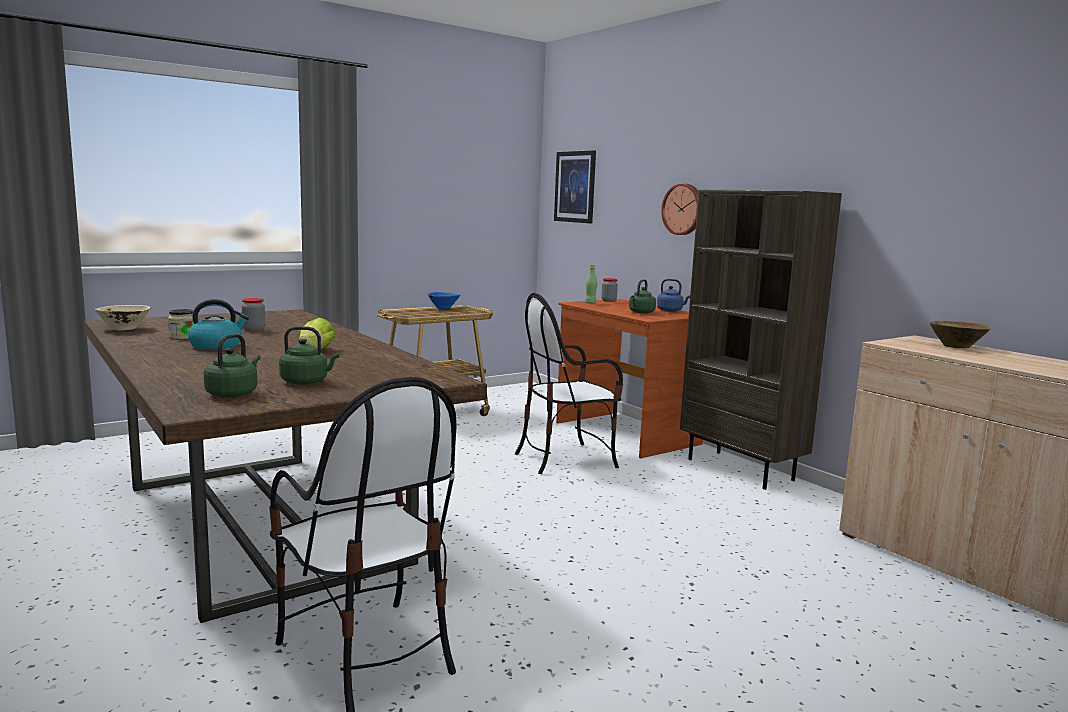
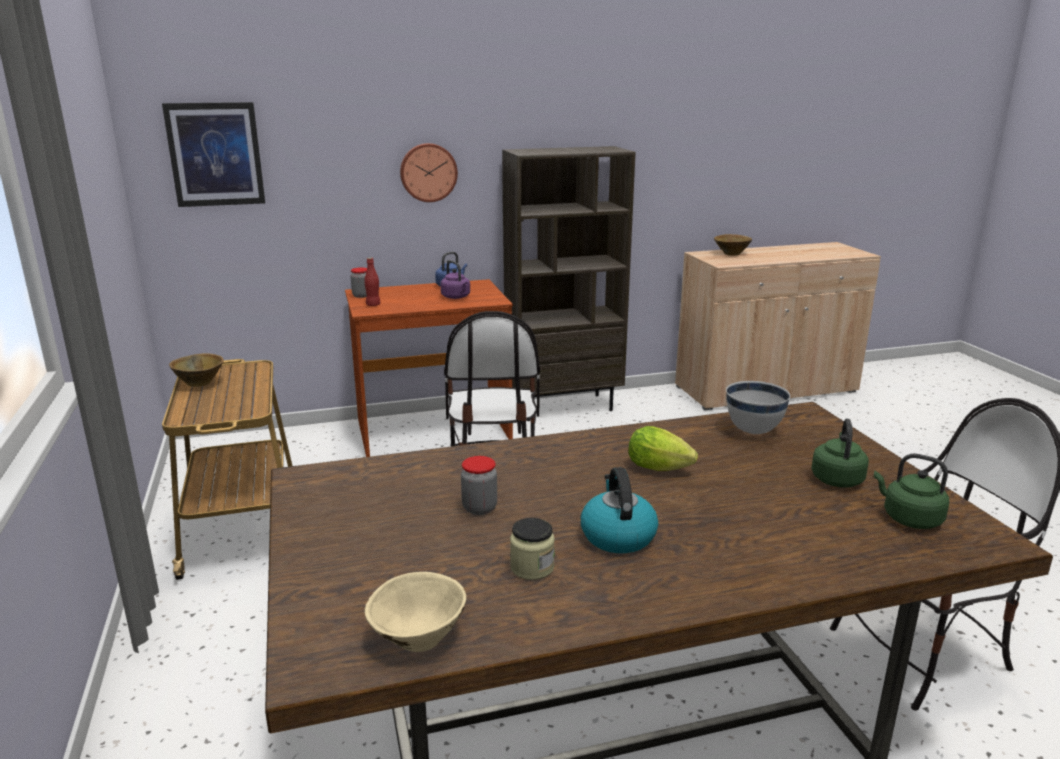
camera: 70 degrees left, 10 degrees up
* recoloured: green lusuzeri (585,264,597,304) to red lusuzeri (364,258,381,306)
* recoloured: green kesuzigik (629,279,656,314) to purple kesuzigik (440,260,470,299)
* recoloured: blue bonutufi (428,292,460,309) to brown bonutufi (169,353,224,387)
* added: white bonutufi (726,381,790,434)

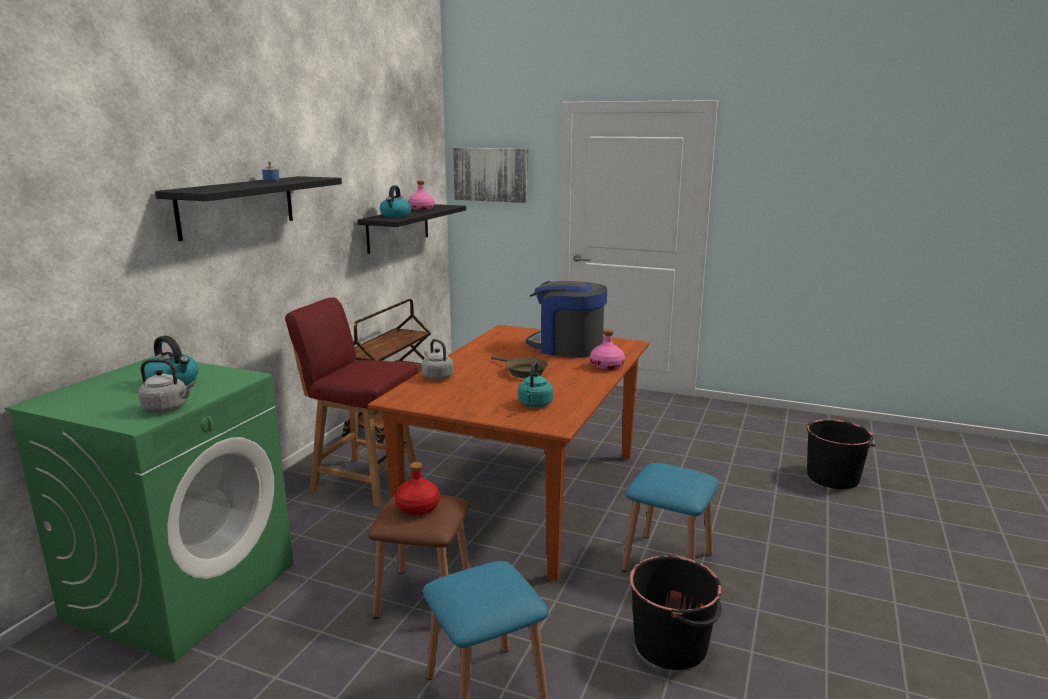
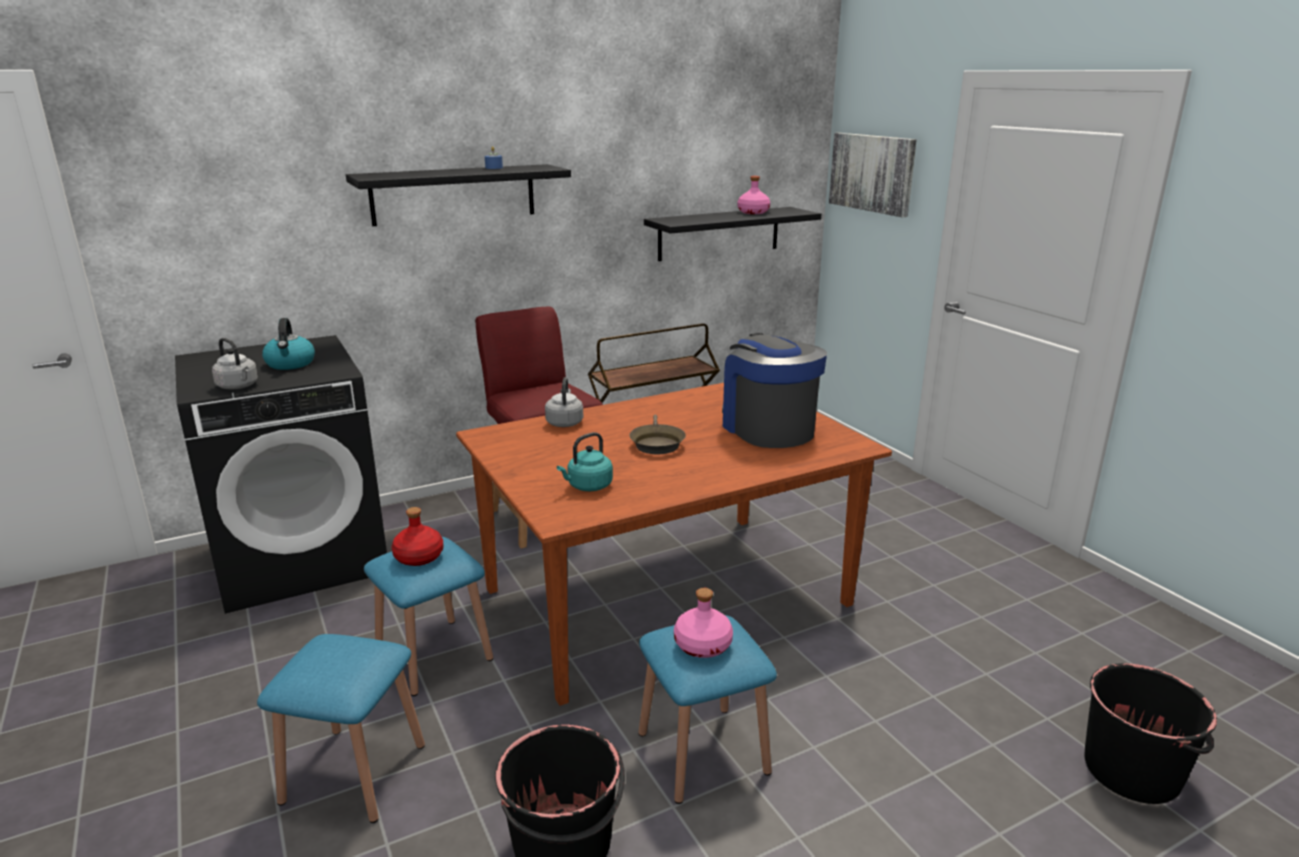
camera: 40 degrees right, 5 degrees up
* removed: kesuzigik (380,185,411,217)
* moved: pink lusuzeri (590,329,625,370) to (674,588,733,658)
* recoloured: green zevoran (5,356,293,662) to black zevoran (175,335,387,614)
* recoloured: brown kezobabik (368,495,470,618) to blue kezobabik (364,537,493,696)

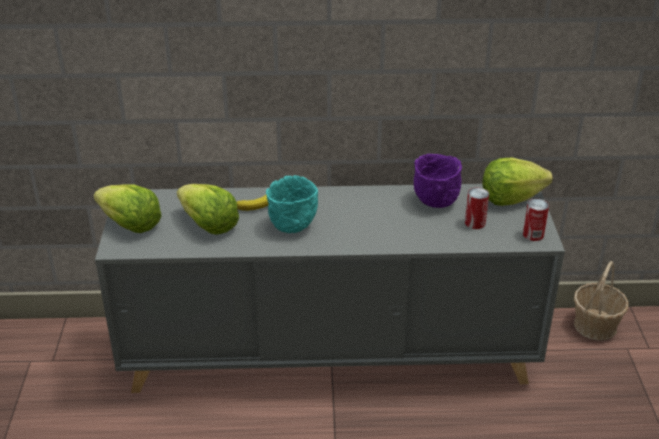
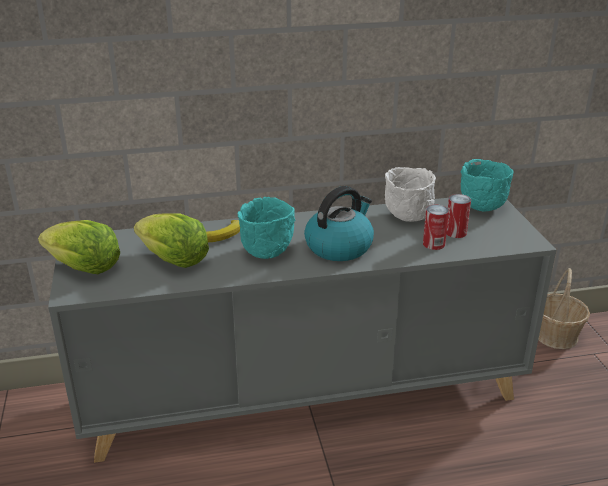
camera: 10 degrees left, 5 degrees down
* recoloured: purple bonutufi (414,154,462,208) to white bonutufi (385,167,436,222)
* replaced: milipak (482,158,553,206) to turquoise bonutufi (460,159,514,212)
* moved: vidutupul (523,199,549,241) to (423,205,449,250)
* added: kesuzigik (304,186,374,261)

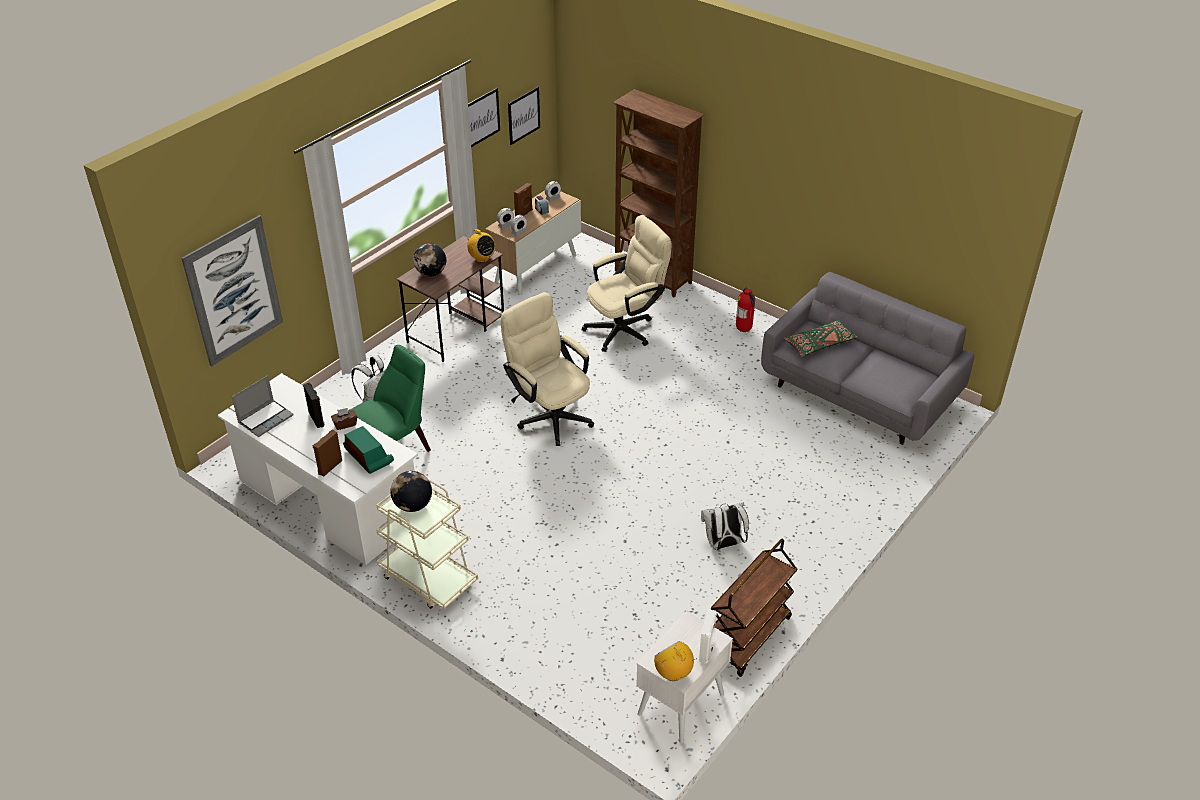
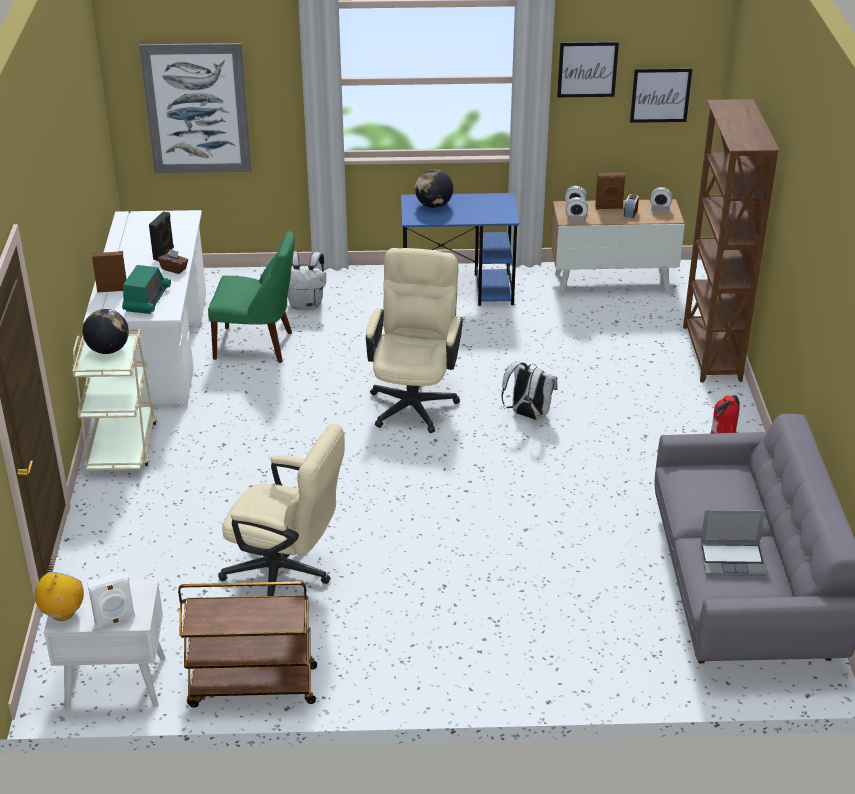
camera: 50 degrees right, 5 degrees down
* moved: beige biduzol (582,215,672,352) to (218,423,345,596)
* removed: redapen (467,229,495,263)
* recoloured: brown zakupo (397,236,504,362) to blue zakupo (401,193,519,306)
* removed: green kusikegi (783,320,858,357)
* moved: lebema (232,375,294,437) to (700,510,767,576)
* moved: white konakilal (701,502,749,551) to (501,361,558,420)

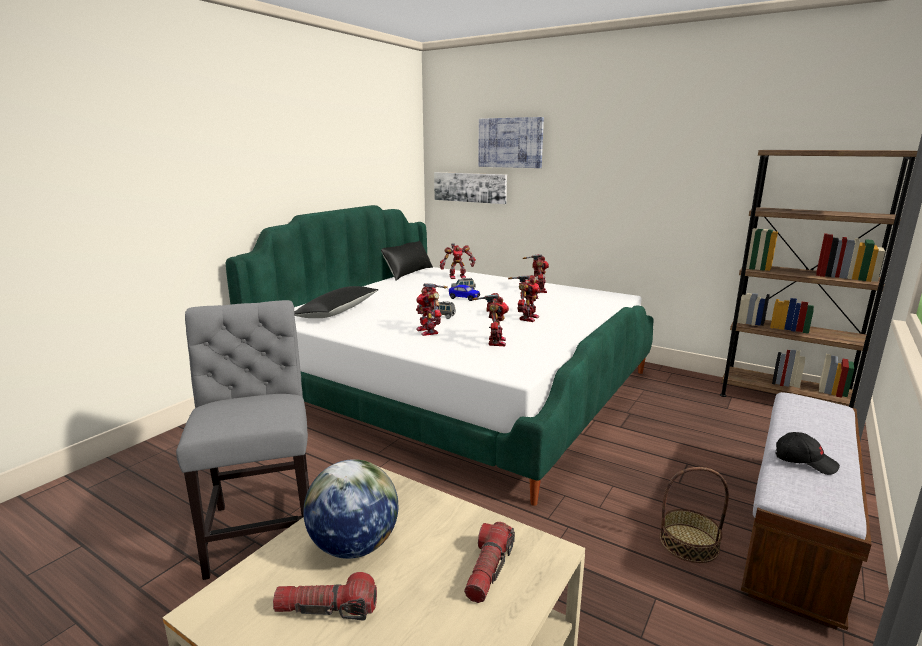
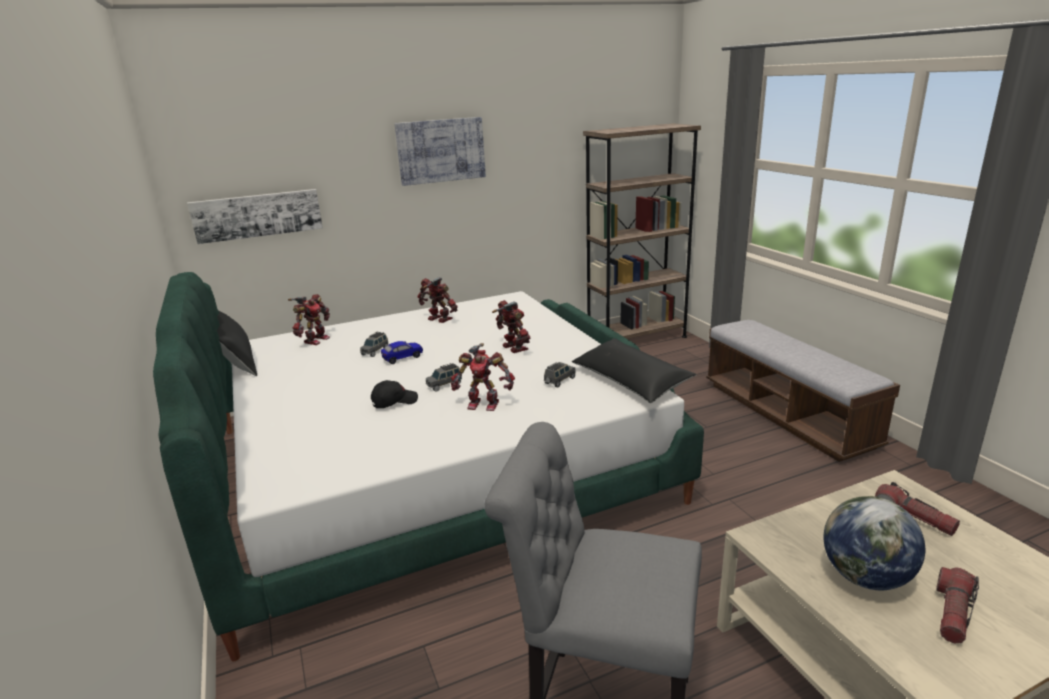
camera: 55 degrees left, 5 degrees up
* moved: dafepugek (478,117,544,168) to (395,117,486,186)
* moved: black kusikegi (294,286,378,318) to (572,338,697,403)
* replaced: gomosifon (472,293,509,346) to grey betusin (544,362,576,388)
* moved: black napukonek (775,432,840,475) to (371,380,418,408)
* removed: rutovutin (659,467,729,563)

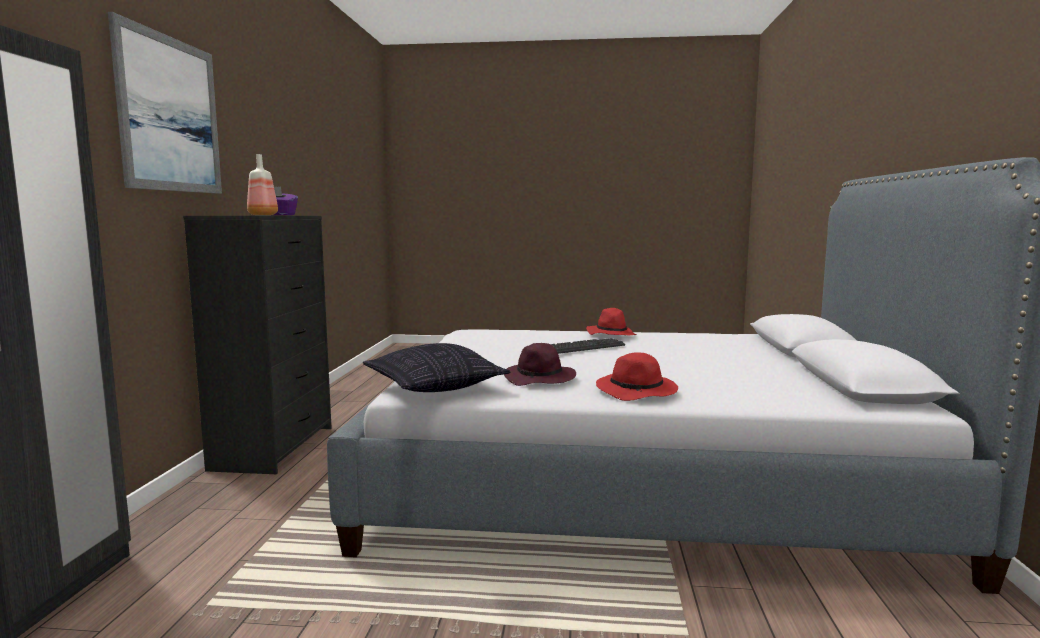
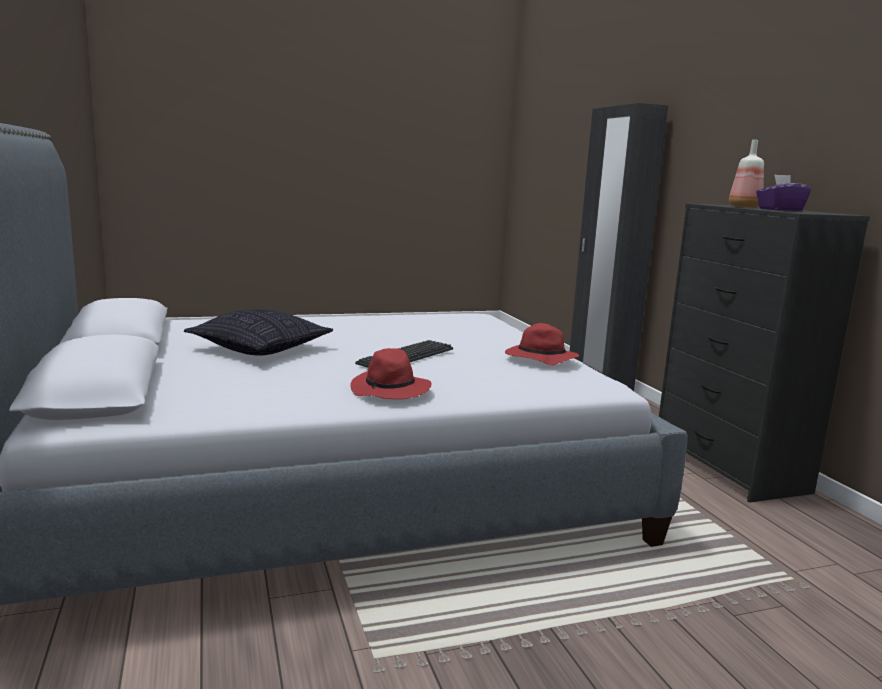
camera: 155 degrees right, 5 degrees up
* removed: dafepugek (108,12,222,194)
* moved: kusikegi (363,343,511,392) to (184,309,333,356)
* removed: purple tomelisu (504,343,576,386)
* moved: red tomelisu (596,352,678,401) to (505,323,579,365)

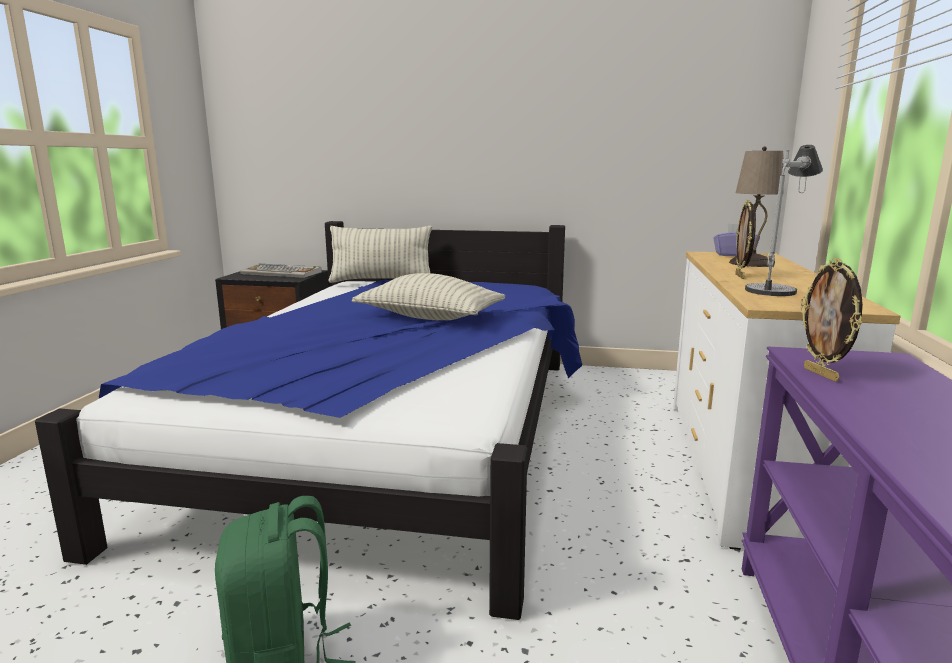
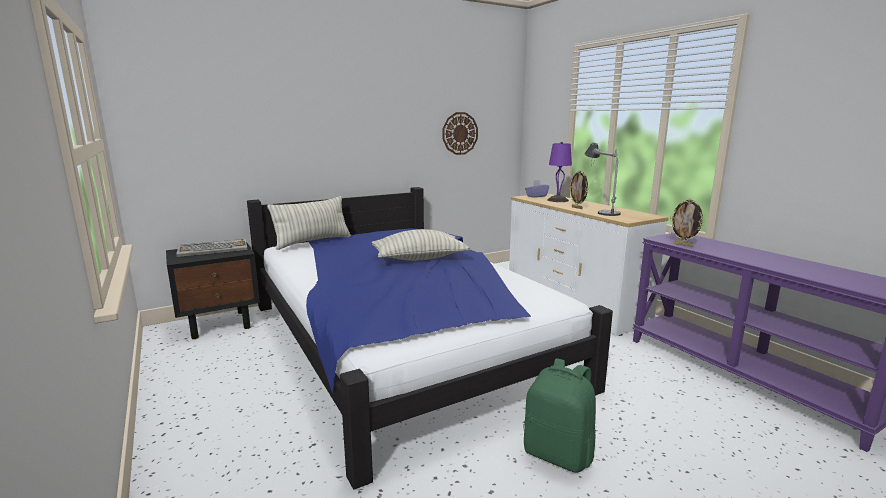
camera: 40 degrees left, 0 degrees up
* recoloured: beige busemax (729,146,784,267) to purple busemax (548,142,572,202)
* added: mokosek (443,112,478,155)

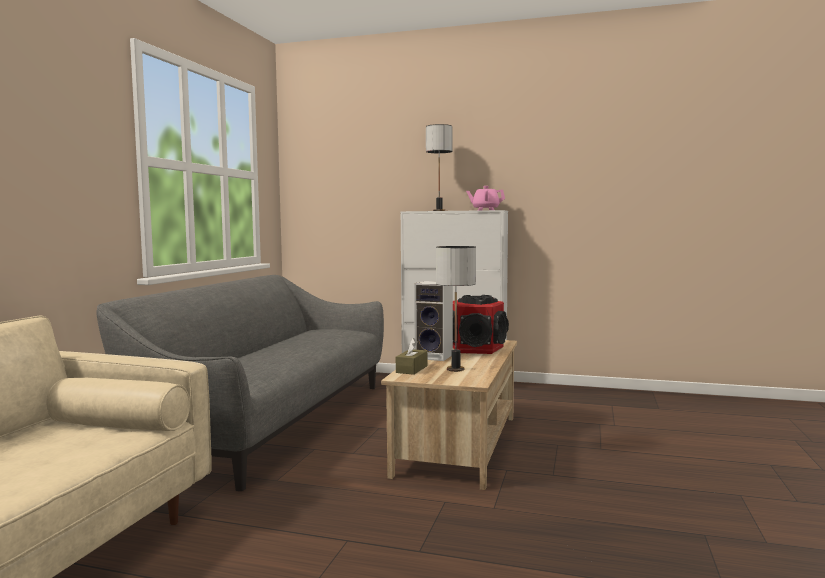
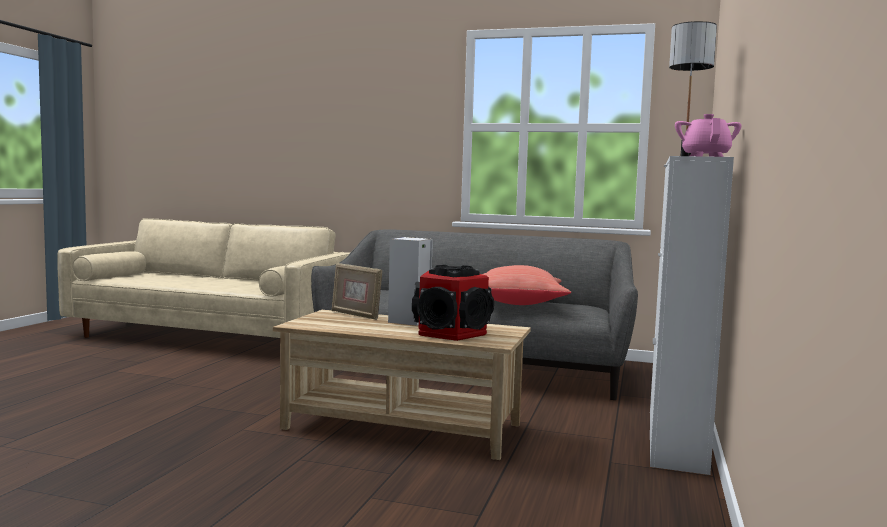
camera: 90 degrees right, 0 degrees up
* removed: busemax (436,246,476,372)
* replaced: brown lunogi (396,338,428,375) to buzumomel (332,263,382,320)
* added: red kusikegi (482,265,571,305)

